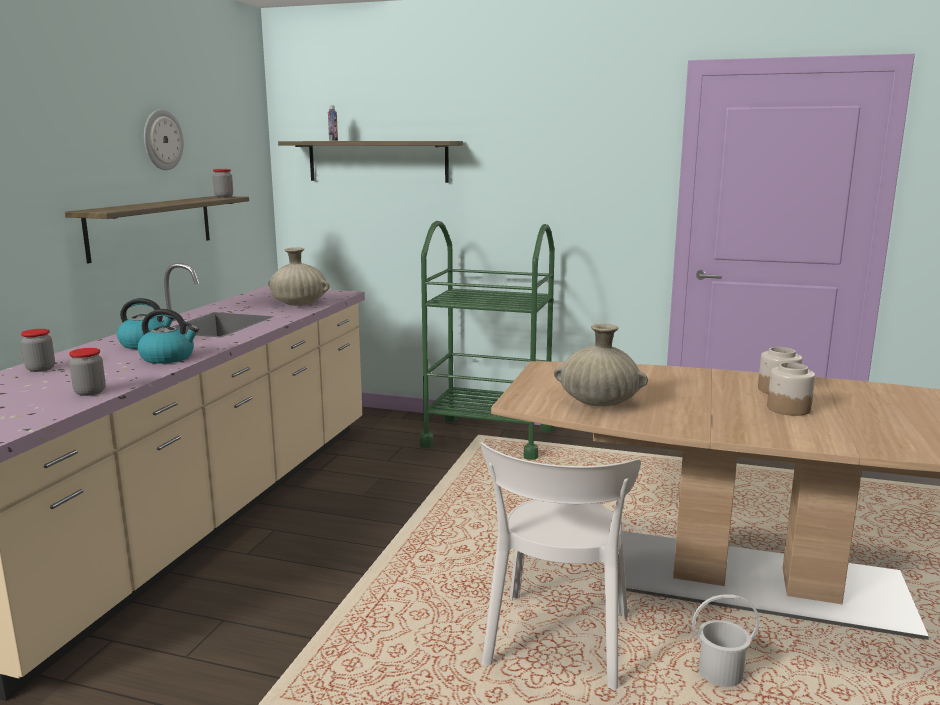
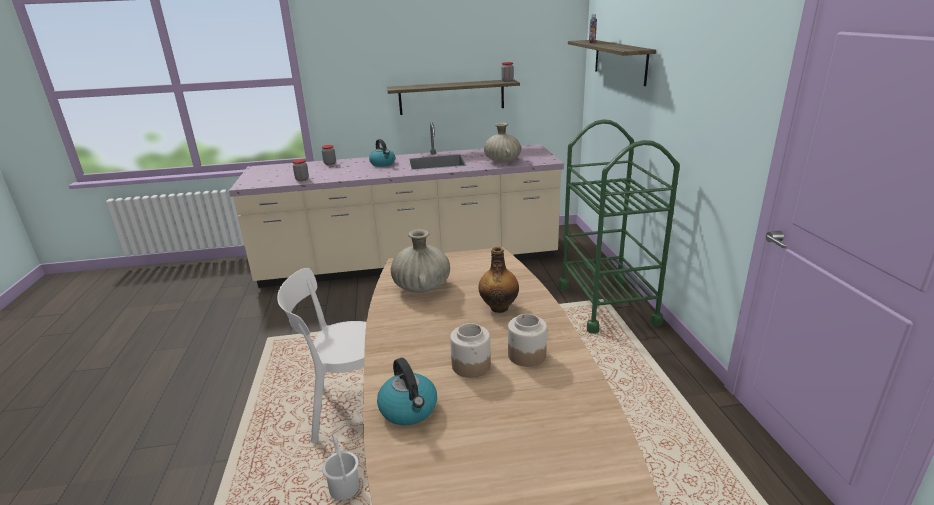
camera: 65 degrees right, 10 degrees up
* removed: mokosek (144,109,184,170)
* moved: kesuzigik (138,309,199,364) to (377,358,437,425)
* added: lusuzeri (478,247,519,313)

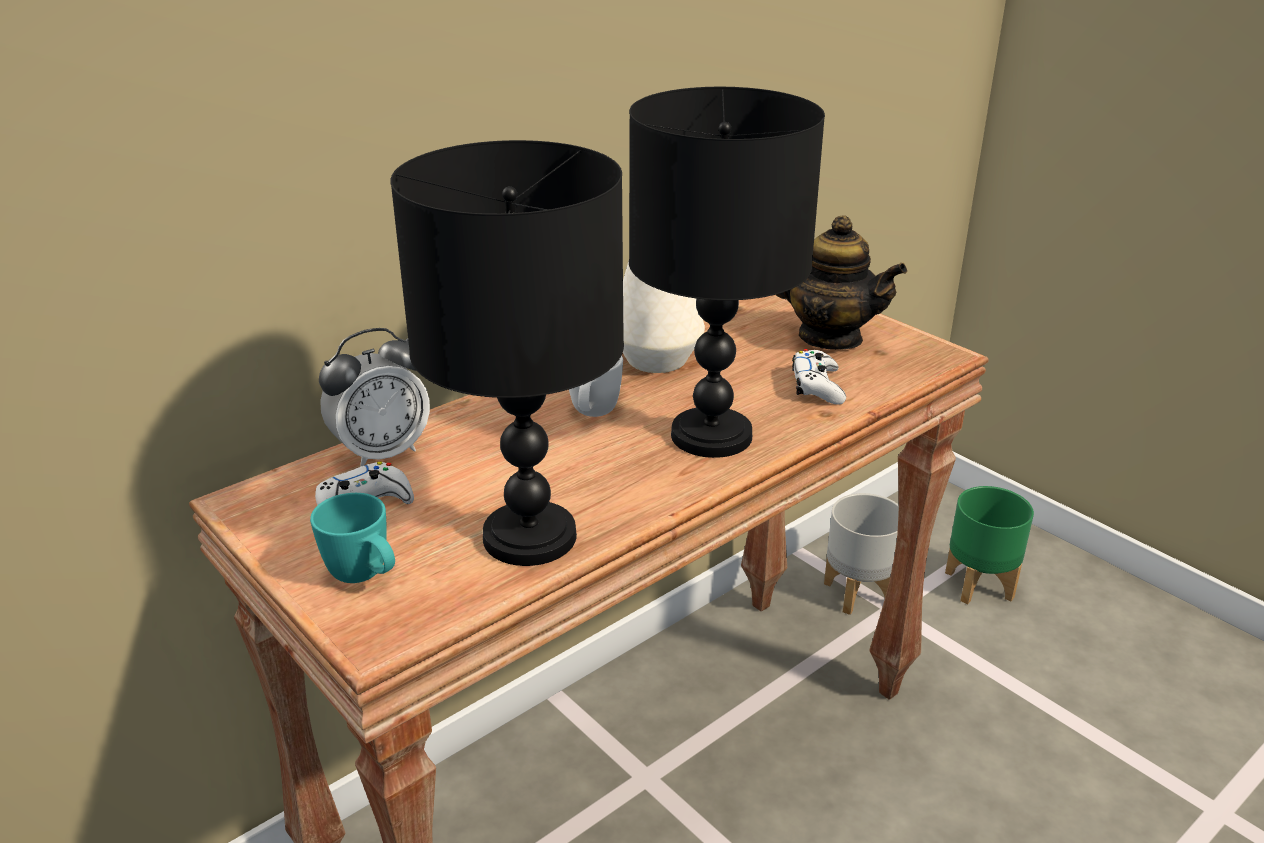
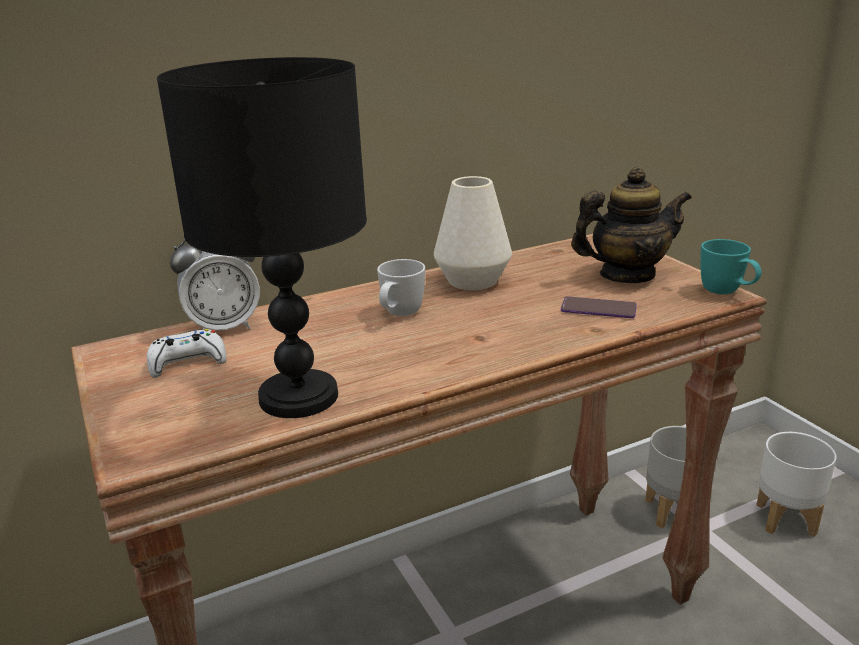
camera: 15 degrees right, 5 degrees down
* removed: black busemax (629,87,825,458)
* turned: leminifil (776,215,907,350) = (571,167,692,283) 60 degrees counterclockwise
* replaced: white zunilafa (792,349,846,405) to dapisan (561,296,637,318)
* recoloured: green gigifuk (945,486,1034,604) to white gigifuk (756,432,837,537)
* moved: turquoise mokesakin (310,493,395,583) to (700,239,762,294)

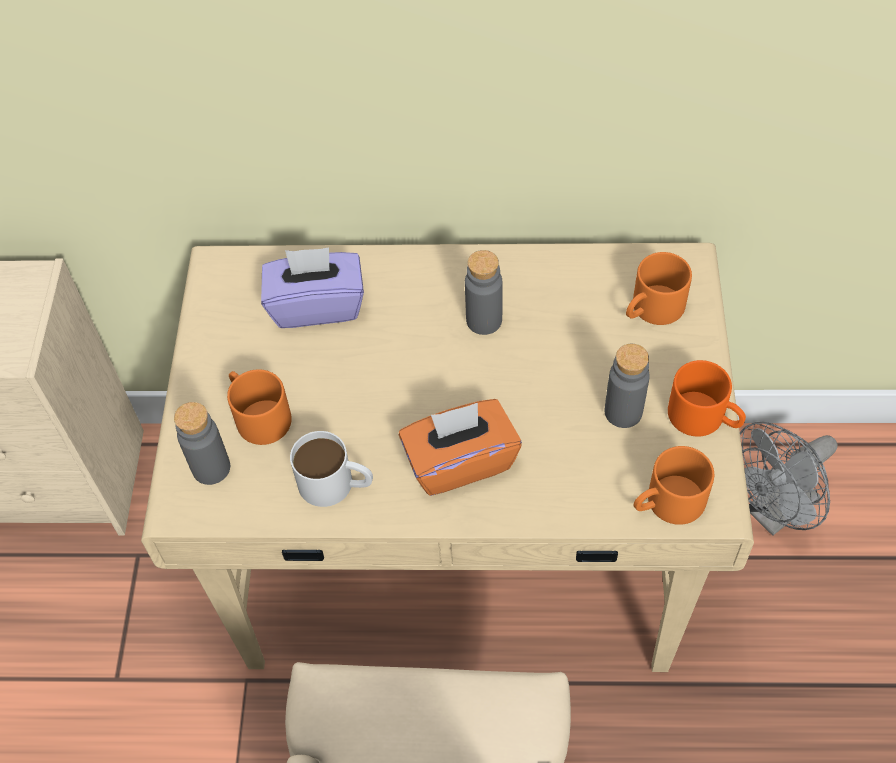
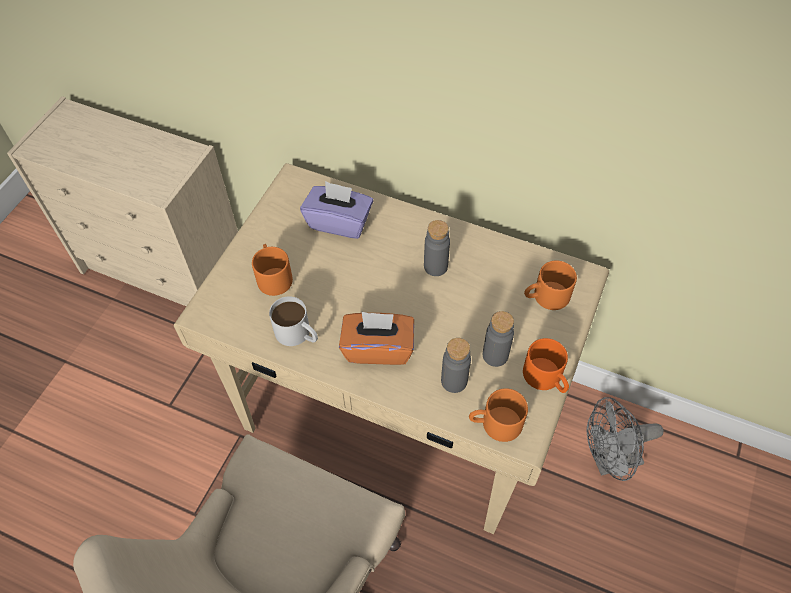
camera: 20 degrees right, 0 degrees up
* moved: grey lusuzeri (174,402,230,485) to (441,338,471,393)

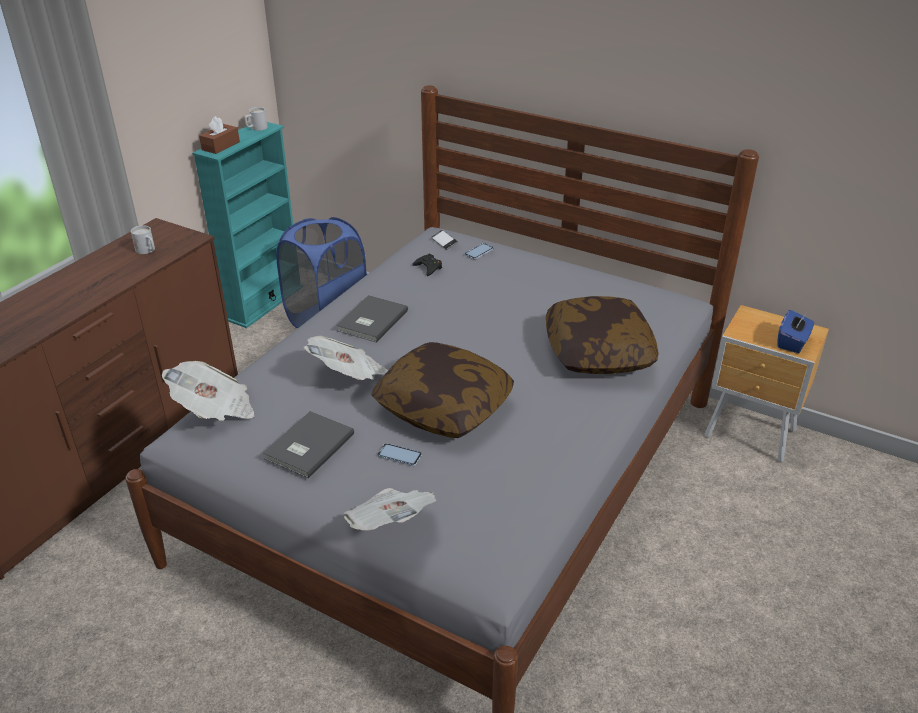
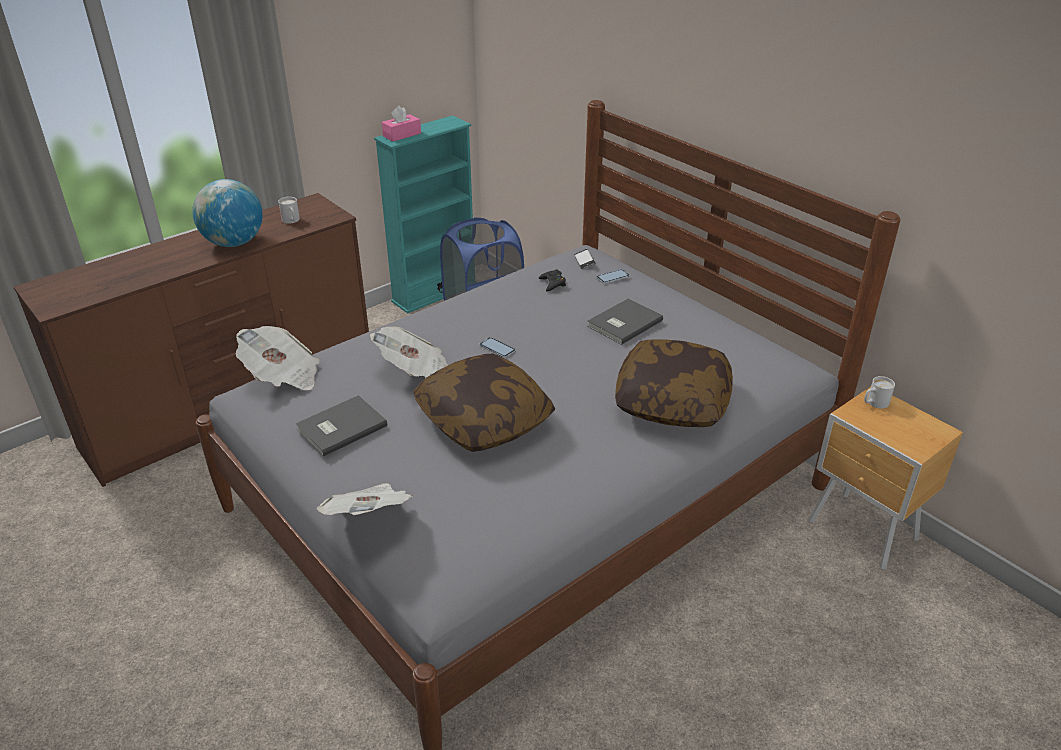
camera: 20 degrees right, 0 degrees up
* moved: white mokesakin (245,107,268,131) to (864,376,895,409)
* recoloured: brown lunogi (199,116,240,154) to pink lunogi (382,106,421,141)
* moved: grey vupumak (336,295,408,343) to (587,298,663,345)
* removed: blue lunogi (778,310,814,353)
* moved: dapisan (377,443,422,466) to (480,337,516,358)
* added: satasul (192,179,263,247)

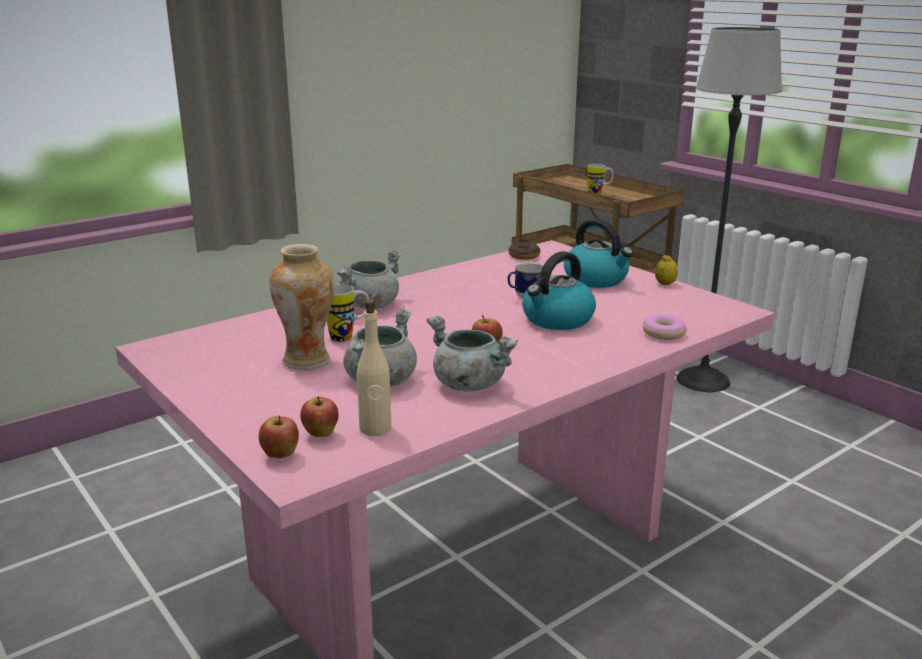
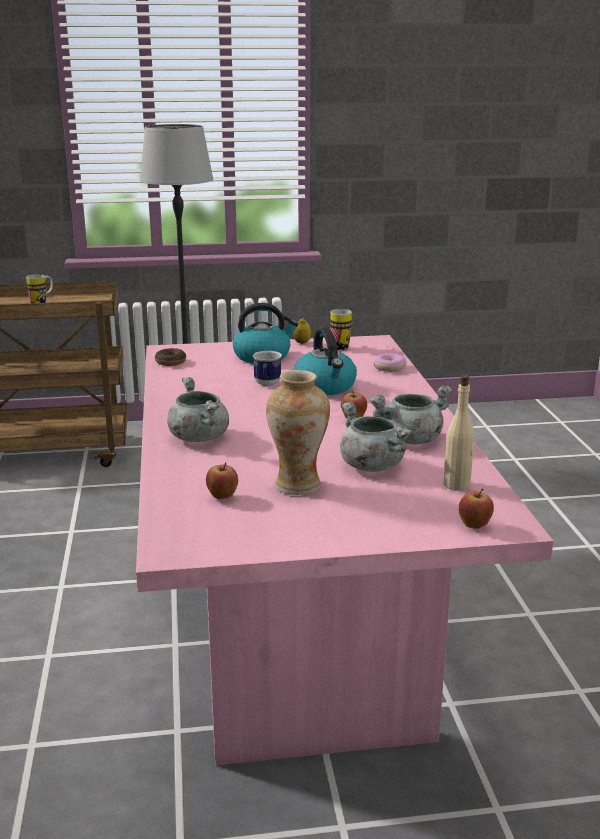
camera: 60 degrees left, 0 degrees up
* moved: mokesakin (327,285,369,342) to (330,309,352,350)
* moved: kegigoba (300,396,338,437) to (206,463,238,500)

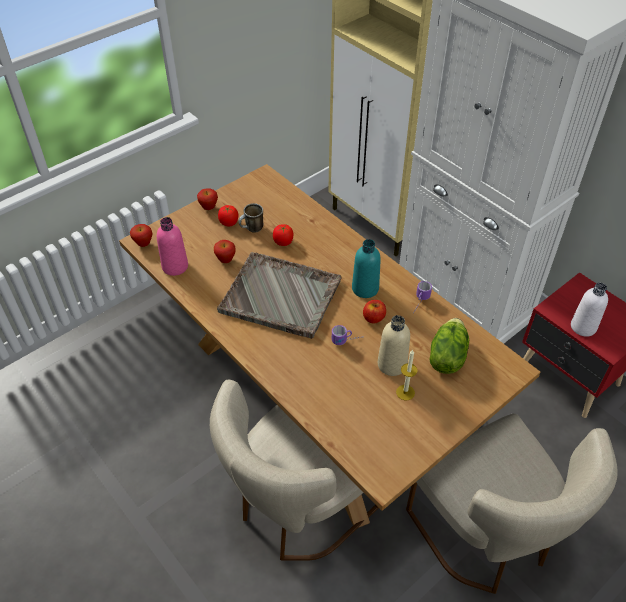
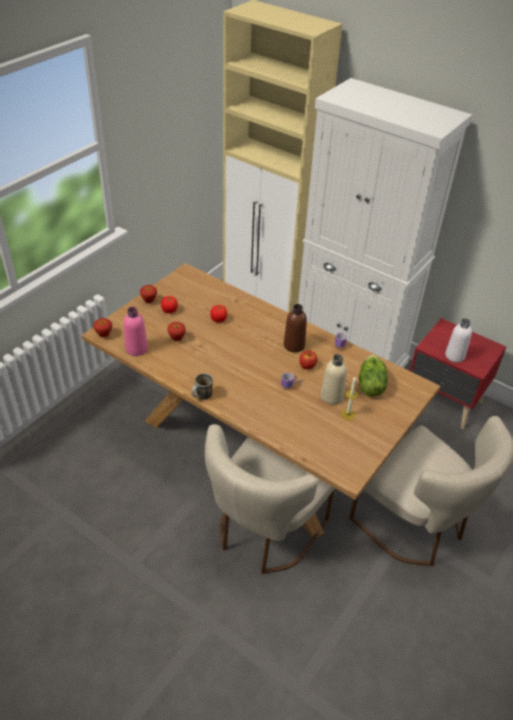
camera: 15 degrees left, 5 degrees down
* moved: mokesakin (238,203,263,233) to (191,373,213,400)
* recoloured: turquoise lusuzeri (352,239,381,298) to brown lusuzeri (284,304,307,352)
* removed: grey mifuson (217,252,342,339)

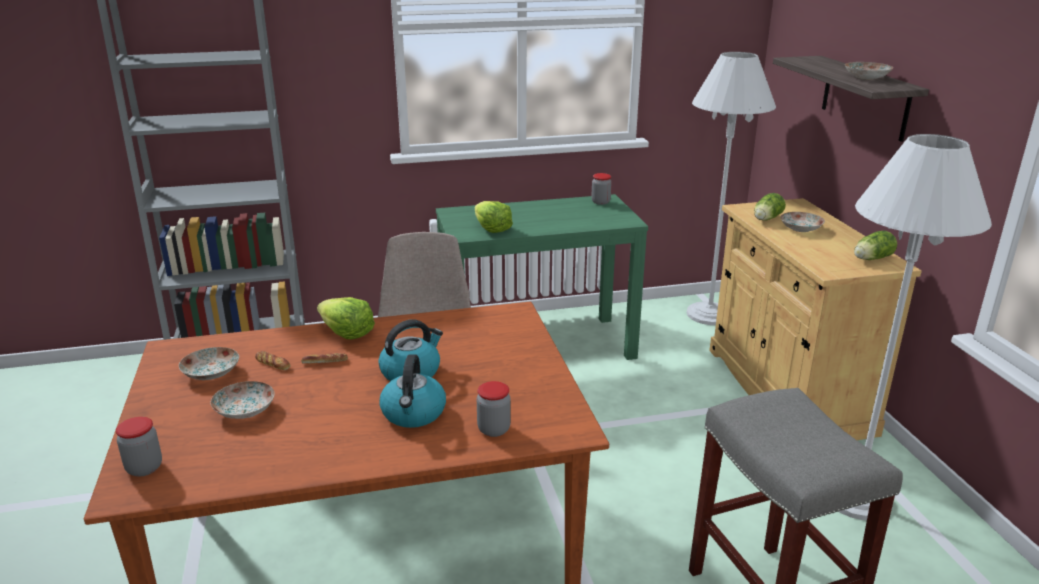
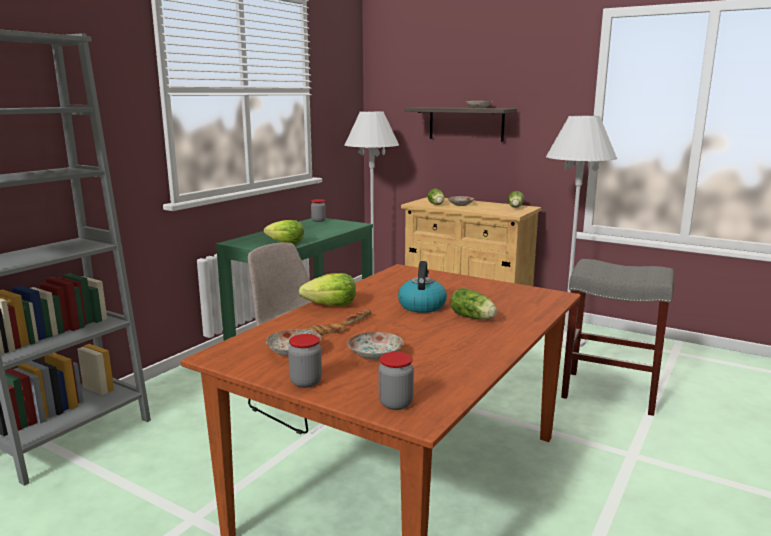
camera: 45 degrees left, 10 degrees down
* replaced: kesuzigik (379,354,446,428) to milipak (450,288,497,319)
* moved: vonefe (477,381,511,437) to (288,334,322,388)

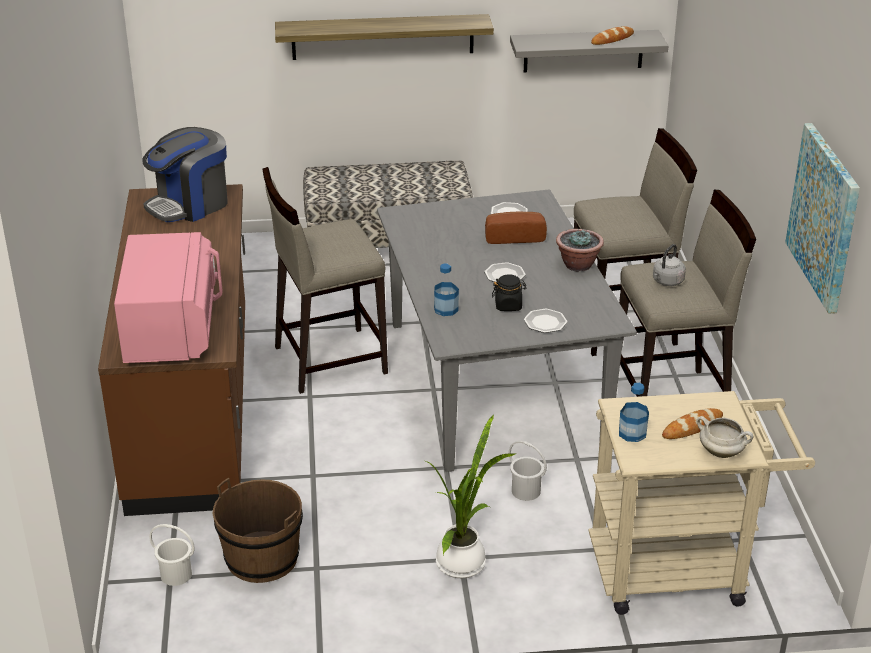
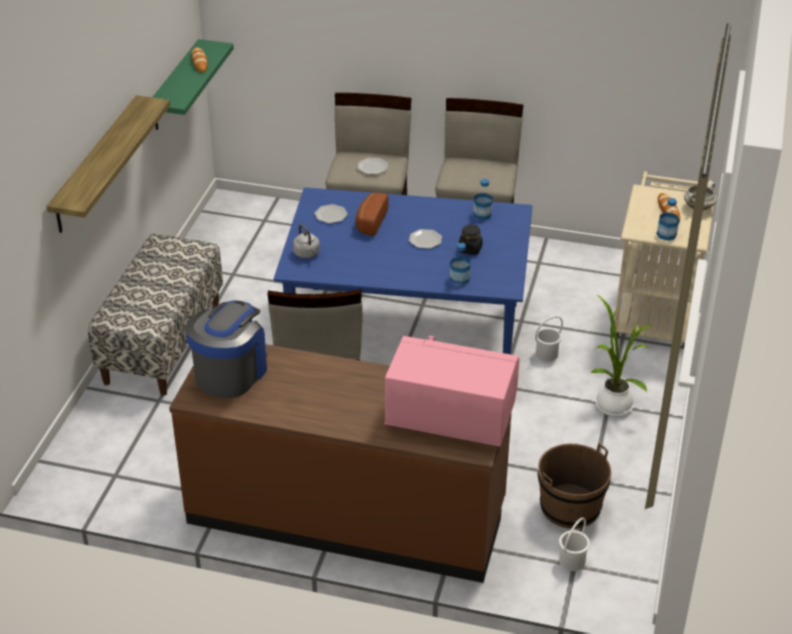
camera: 70 degrees left, 5 degrees up
* recoloured: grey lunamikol (510,30,668,72) to green lunamikol (153,39,234,130)
* removed: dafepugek (785,123,860,314)
* turned: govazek (142,127,228,222) = (185,300,268,398) 135 degrees counterclockwise
* recoloured: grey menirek (377,189,637,472) to blue menirek (274,187,533,354)
* removed: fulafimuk (556,229,604,272)
* moved: grey kesuzigik (653,244,686,286) to (293,224,320,258)
* moved: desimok (524,309,568,333) to (357,158,388,175)
* added: lusuzeri (473,179,493,220)

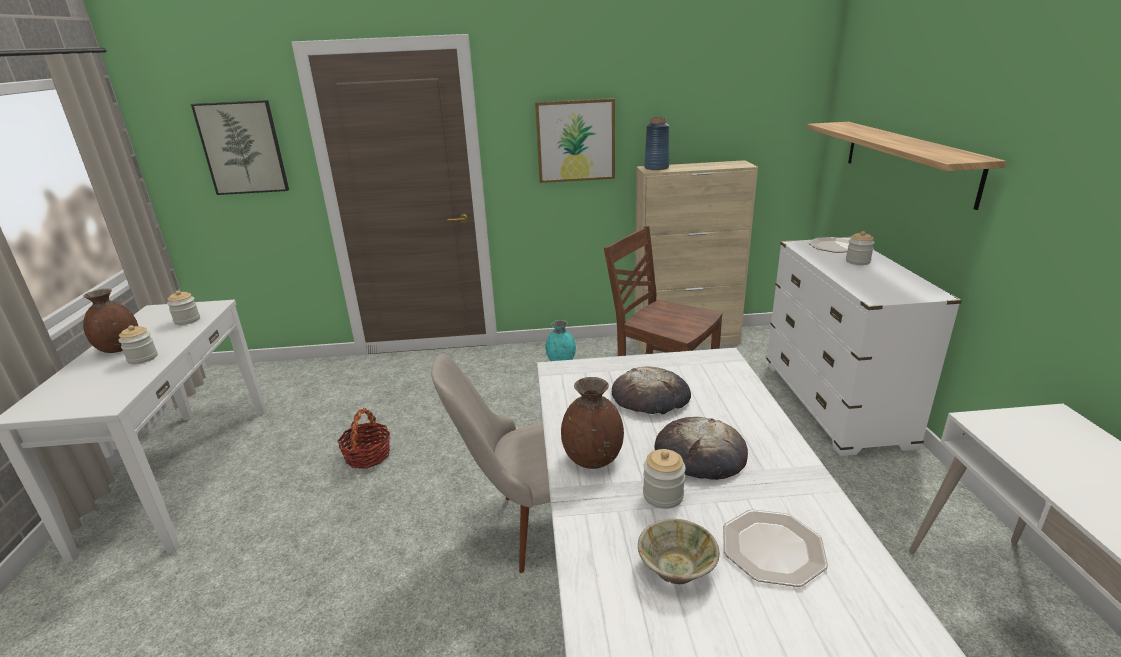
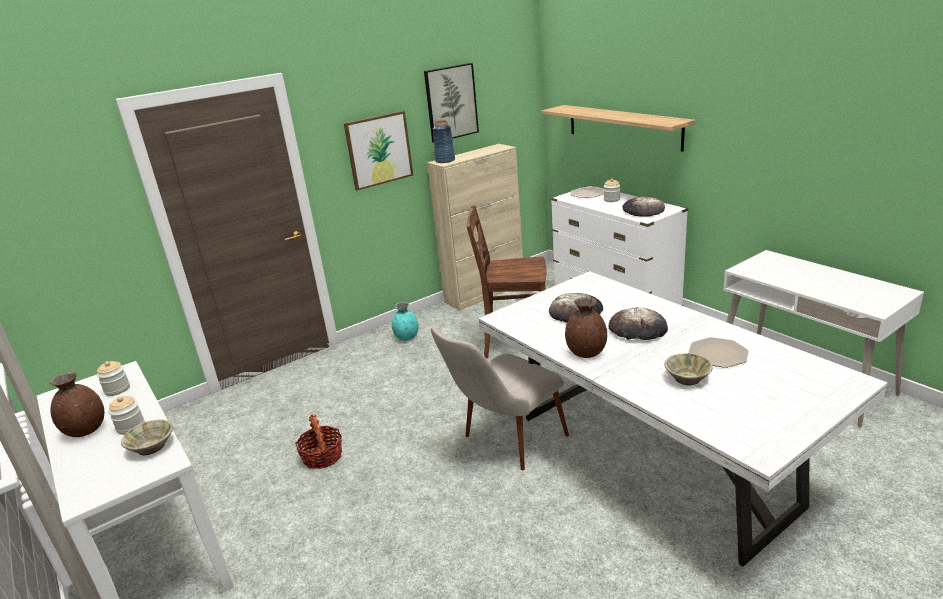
camera: 30 degrees left, 0 degrees up
* moved: dafepugek (191,100,289,195) to (424,63,479,143)
* removed: vonefe (643,449,686,509)
* added: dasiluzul (622,196,665,217)
* added: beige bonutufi (121,420,173,455)

